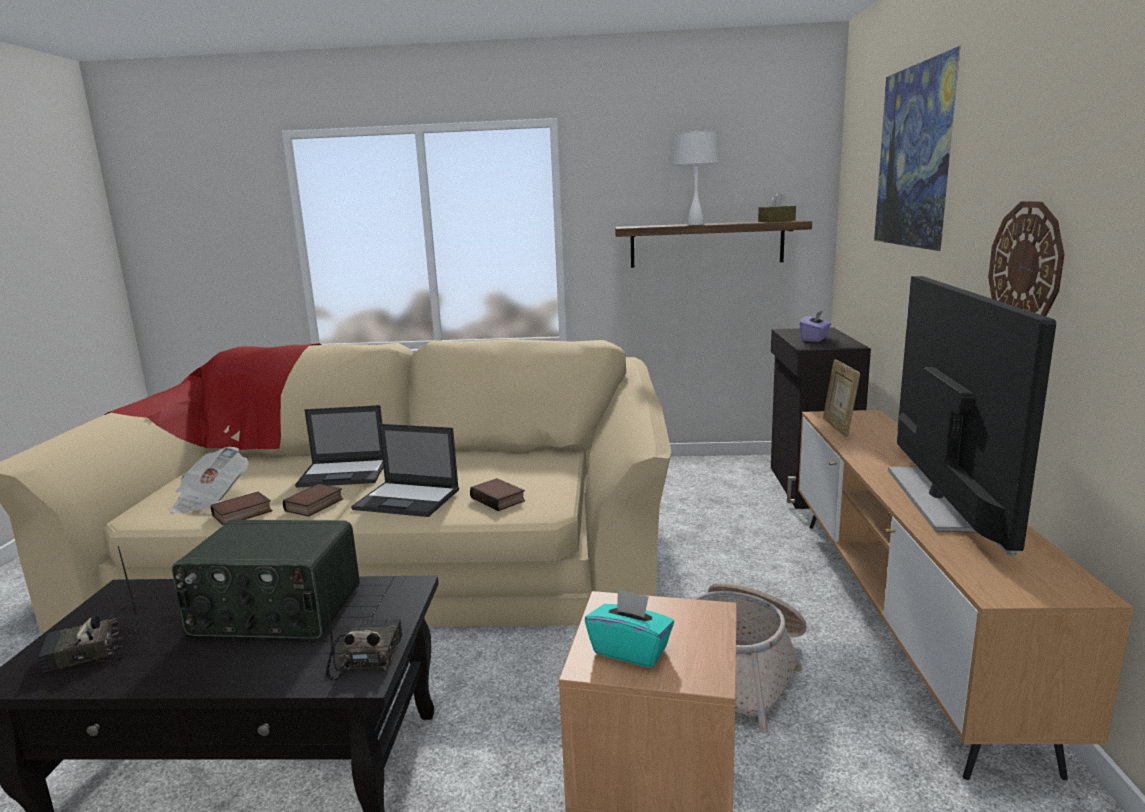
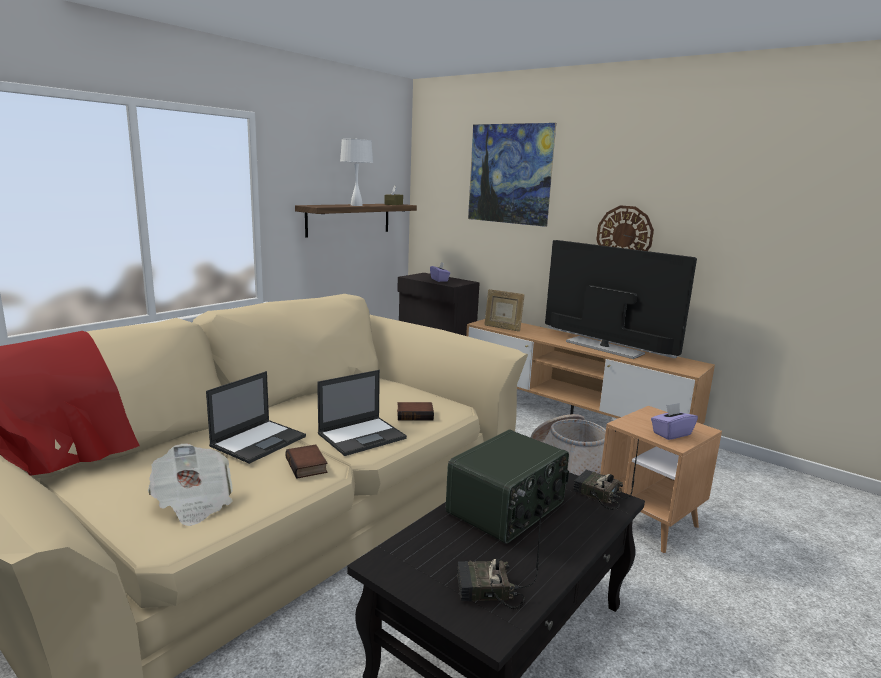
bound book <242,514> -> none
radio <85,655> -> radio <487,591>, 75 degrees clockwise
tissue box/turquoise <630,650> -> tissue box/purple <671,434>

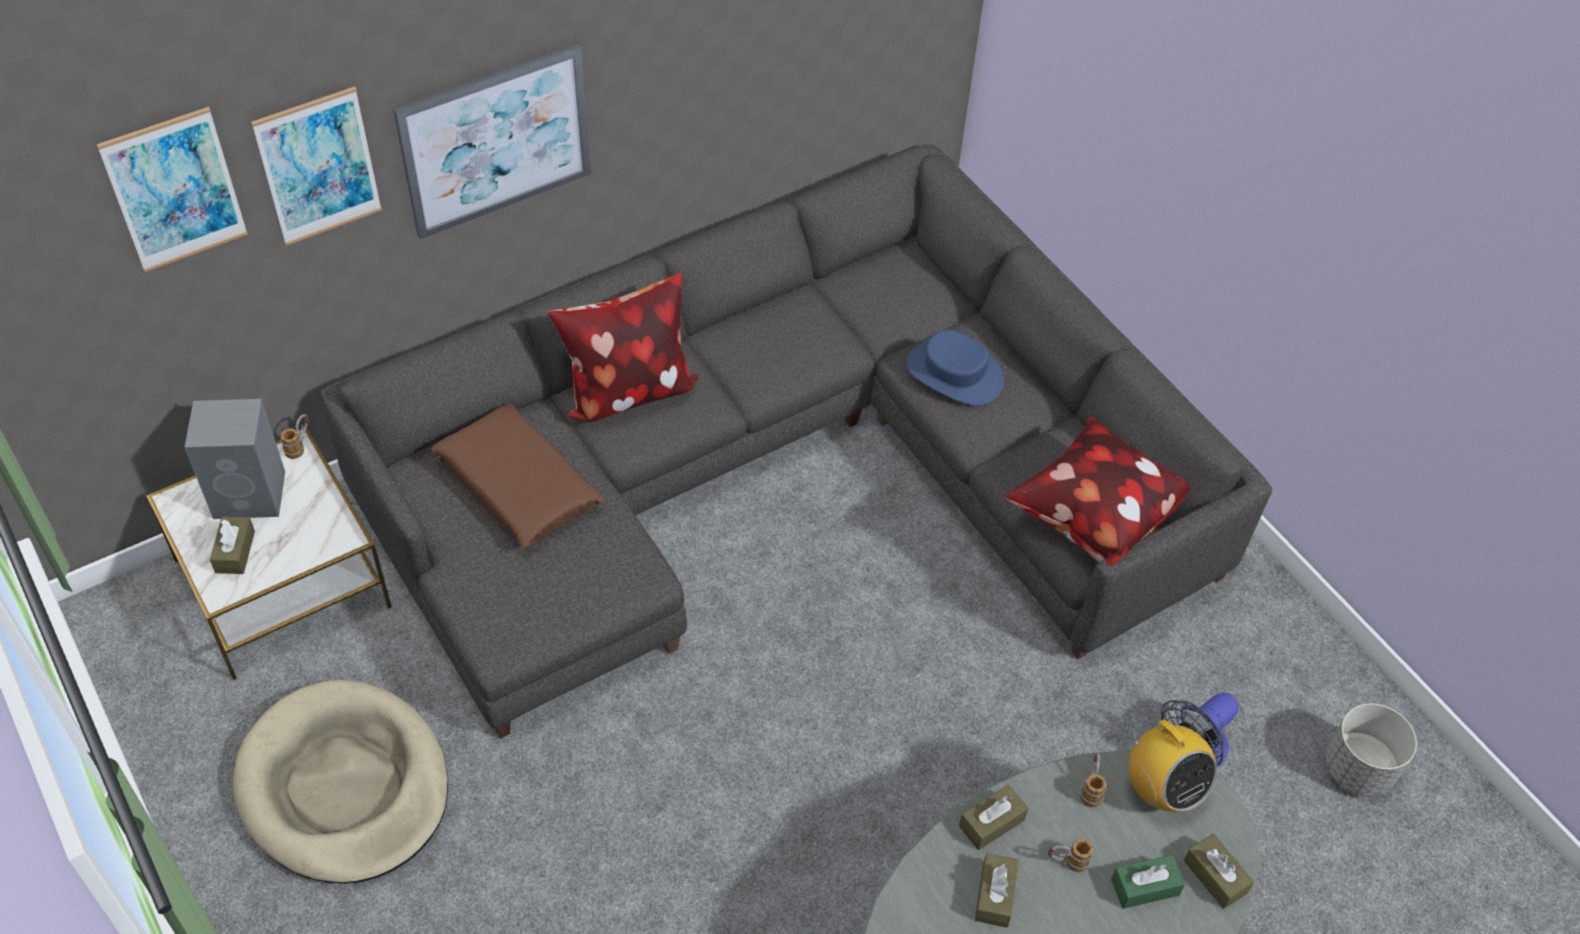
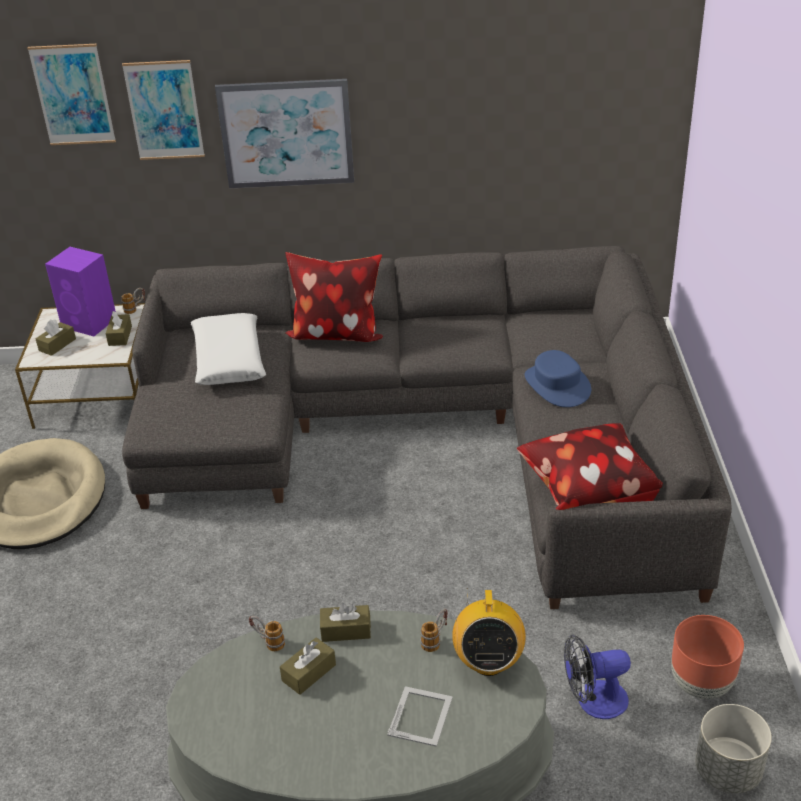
loudspeaker/greyish <251,495> -> loudspeaker/purple <90,323>
throw pillow/brownish <518,486> -> throw pillow/whitish <228,359>
tissue box/brownish <1215,876> -> tissue box/brownish <120,336>, relocated
coffee mug <1066,862> -> coffee mug <268,642>, relocated
tissue box/green <1145,887> -> standing frame <421,715>
none -> plant pot/brownish <700,683>

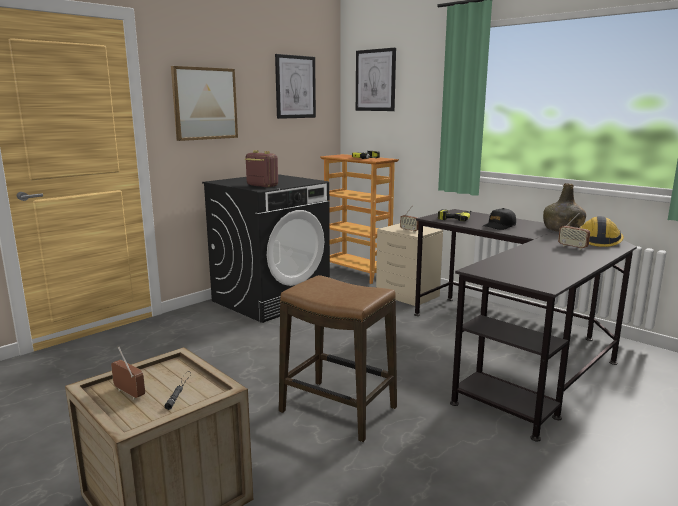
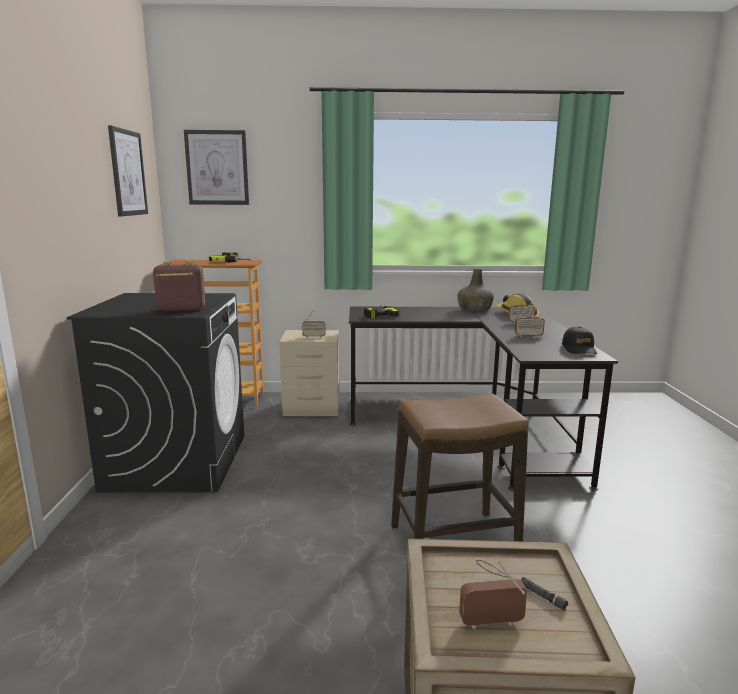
picture <204,103> -> none
baseball cap/black-coloured <499,226> -> baseball cap/black-coloured <579,349>, relocated
none -> radio <528,336>

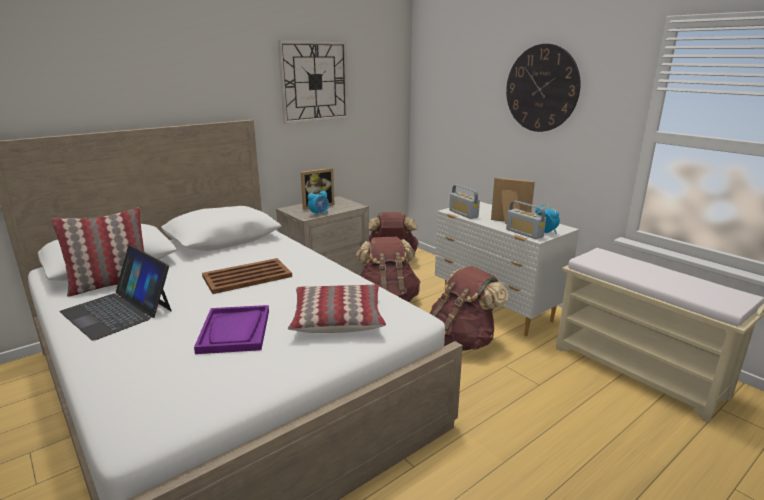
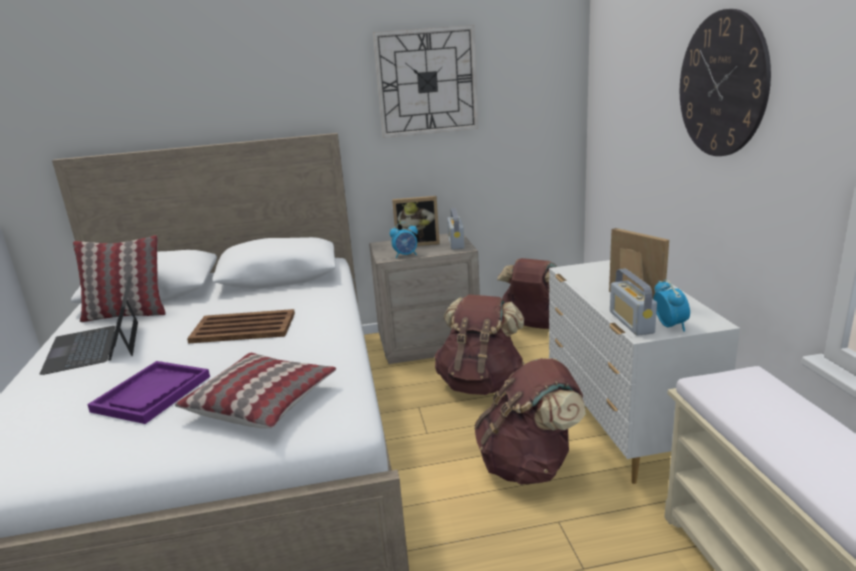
radio <463,214> -> radio <456,243>, relocated

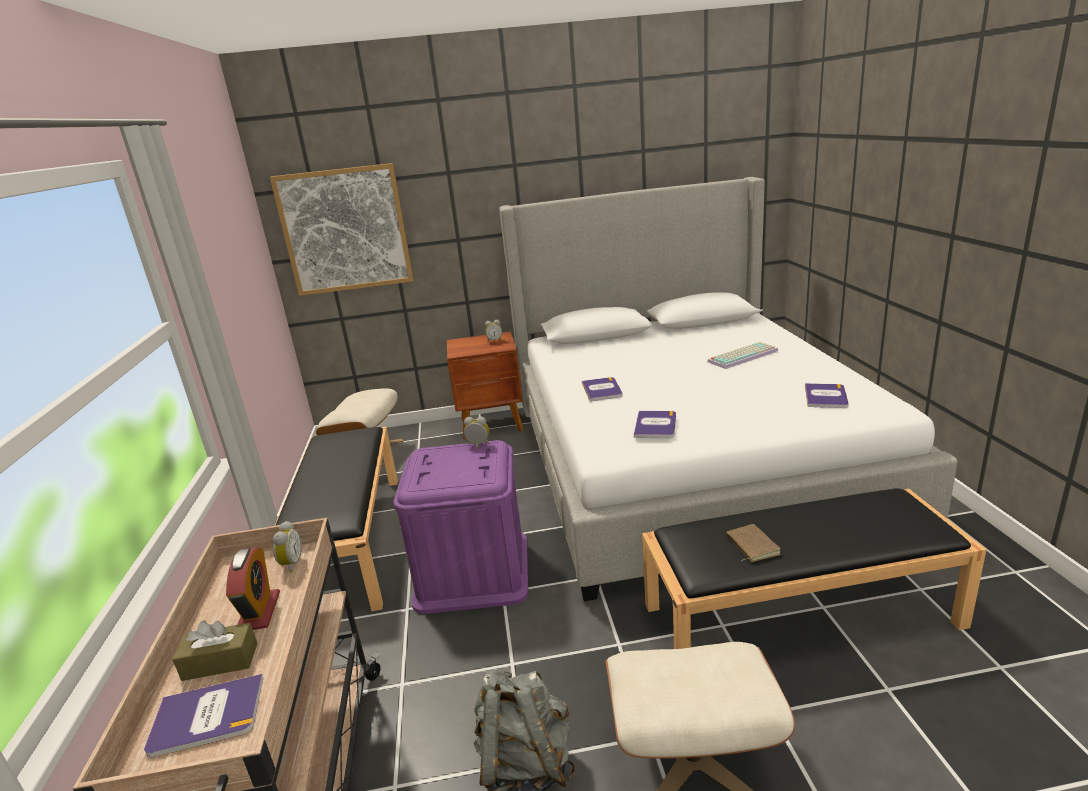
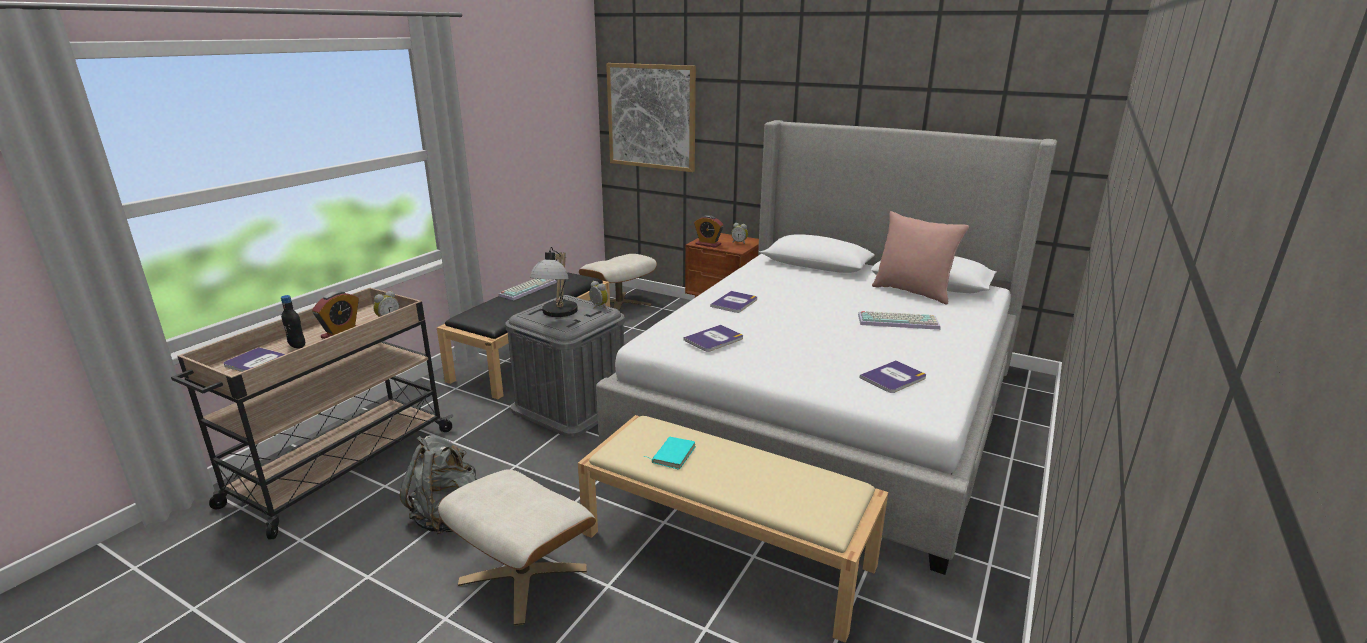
storage container/purple <473,571> -> storage container/greyish <571,405>
bench/black-coloured <800,614> -> bench/sand-coloured <727,549>
bound book/brownish <751,546> -> bound book/turquoise <672,454>
tissue box/brownish <220,662> -> bottle/black-coloured <297,346>
none -> throw pillow/pink <912,292>
none -> bedside clock <708,244>
none -> tabletop lamp <557,314>
none -> PC keyboard <528,288>

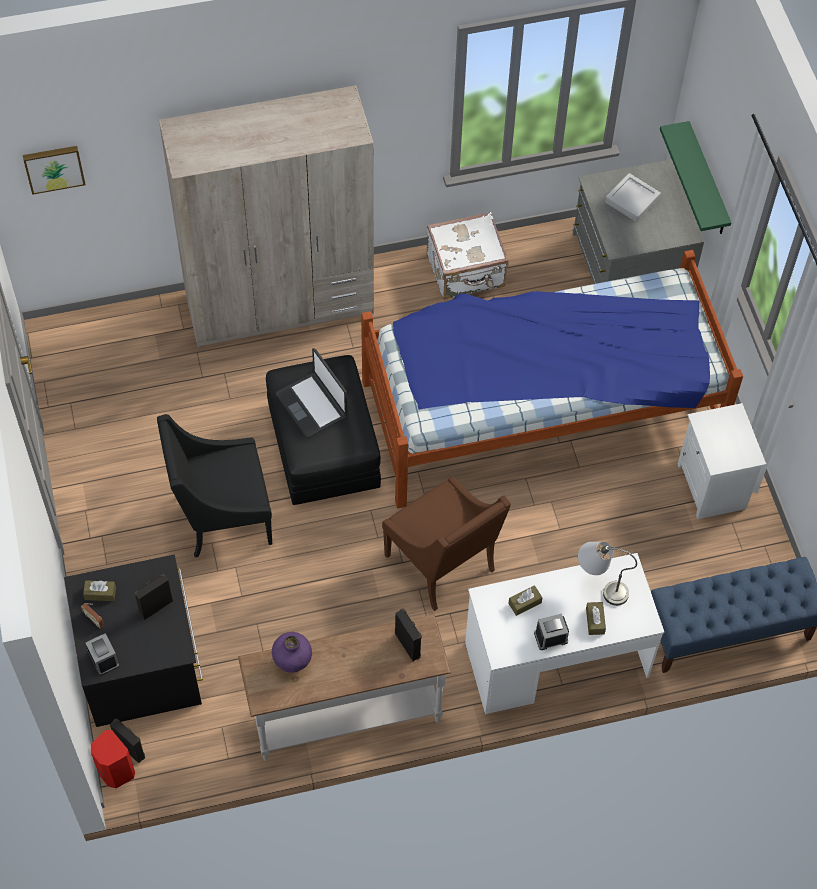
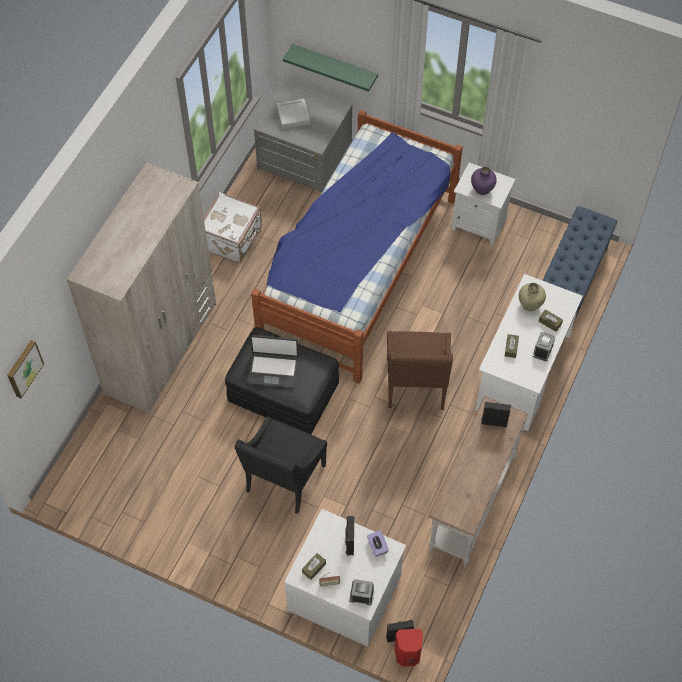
lounge chair/brownish <443,565> -> lounge chair/brownish <416,386>, 90 degrees clockwise
tabletop lamp/greyish <600,585> -> flower vase/sand-coloured <530,305>
drawer chest/black-coloured <142,662> -> drawer chest/whitish <345,591>
flower vase/purple <292,662> -> flower vase/purple <482,190>, relocated
none -> tissue box/purple <377,547>

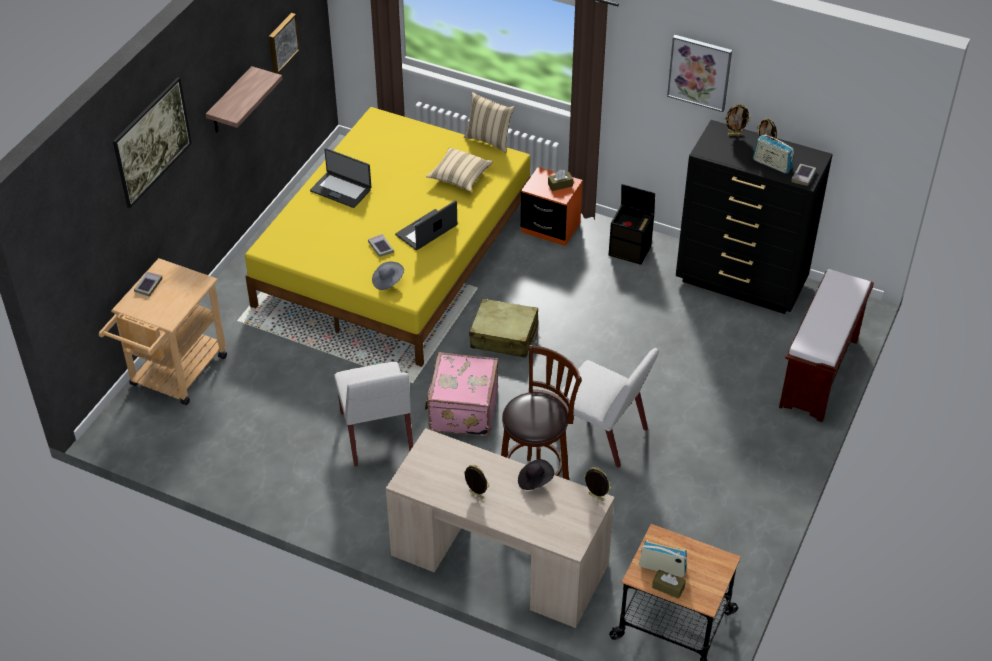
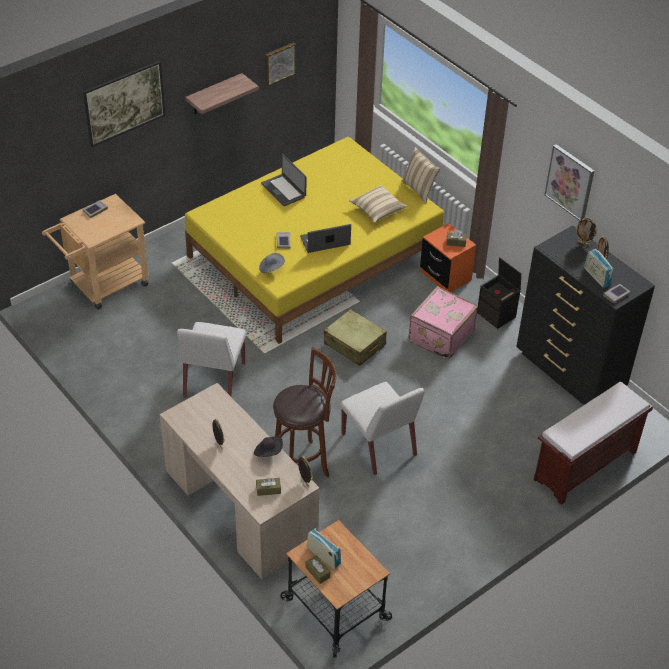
travel case/pink <462,410> -> travel case/pink <440,336>, relocated
none -> tissue box/brownish <268,489>

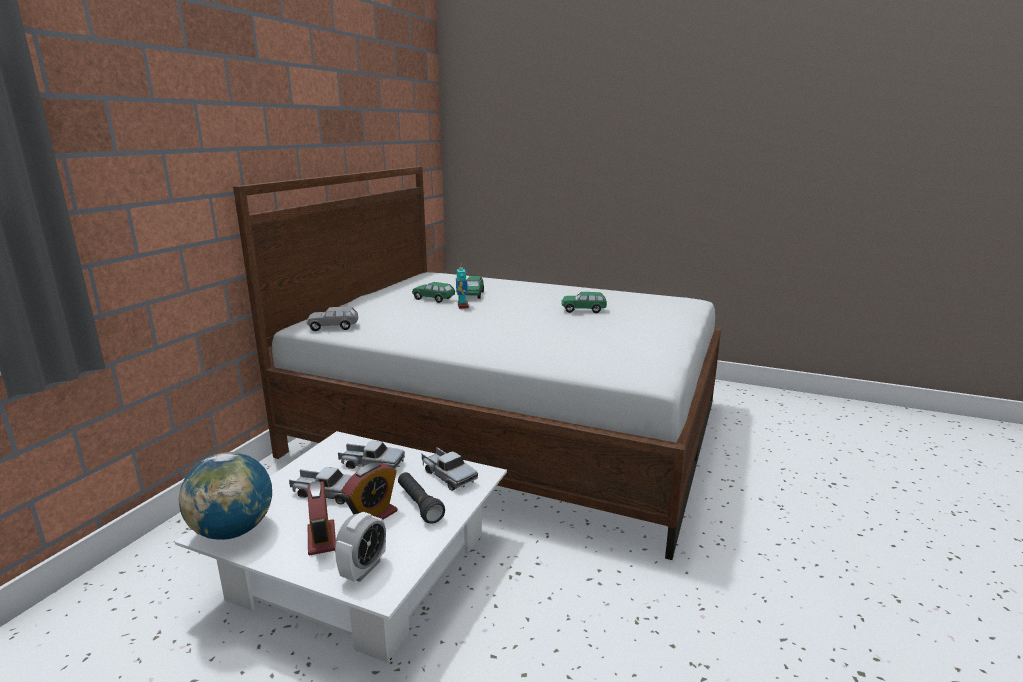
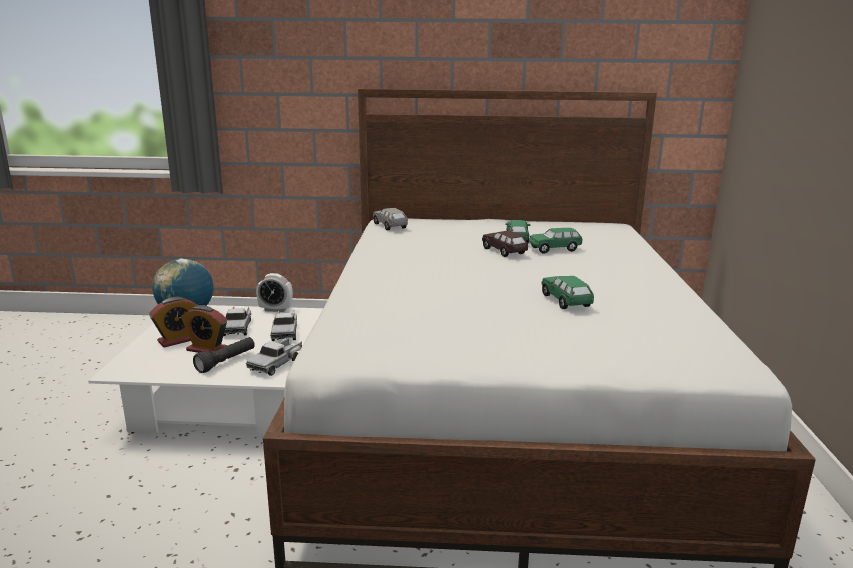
model robot <462,306> -> toy car/brownish <504,251>
bedside clock <363,569> -> bedside clock <275,309>, relocated

